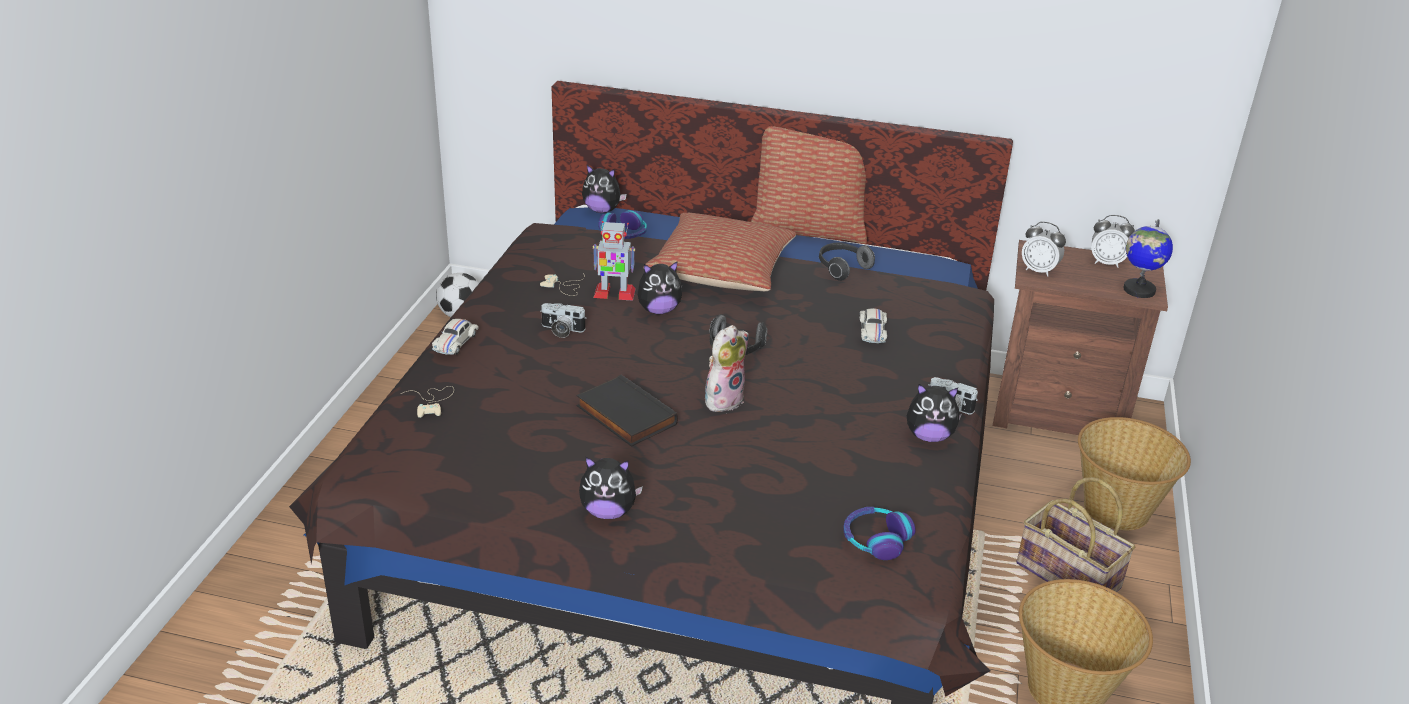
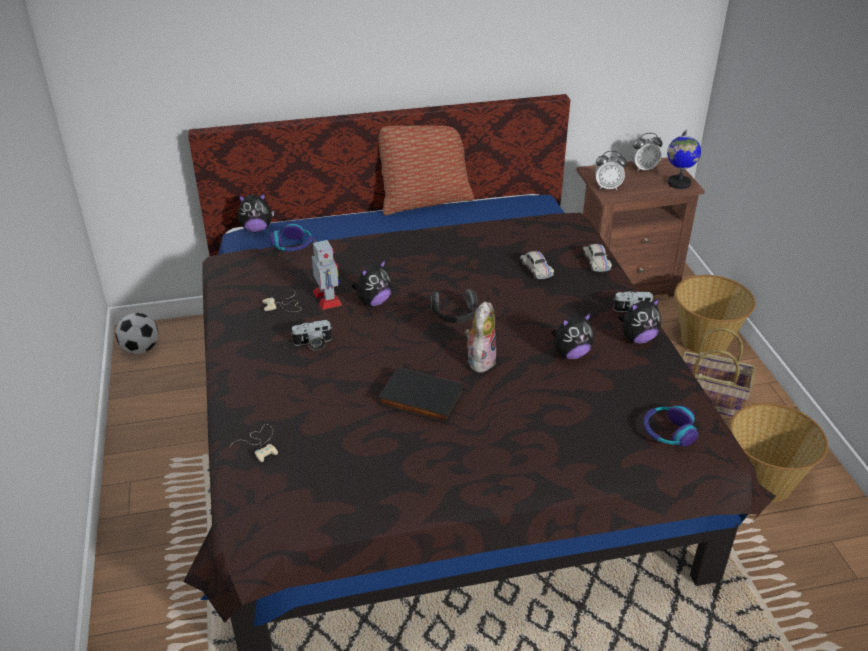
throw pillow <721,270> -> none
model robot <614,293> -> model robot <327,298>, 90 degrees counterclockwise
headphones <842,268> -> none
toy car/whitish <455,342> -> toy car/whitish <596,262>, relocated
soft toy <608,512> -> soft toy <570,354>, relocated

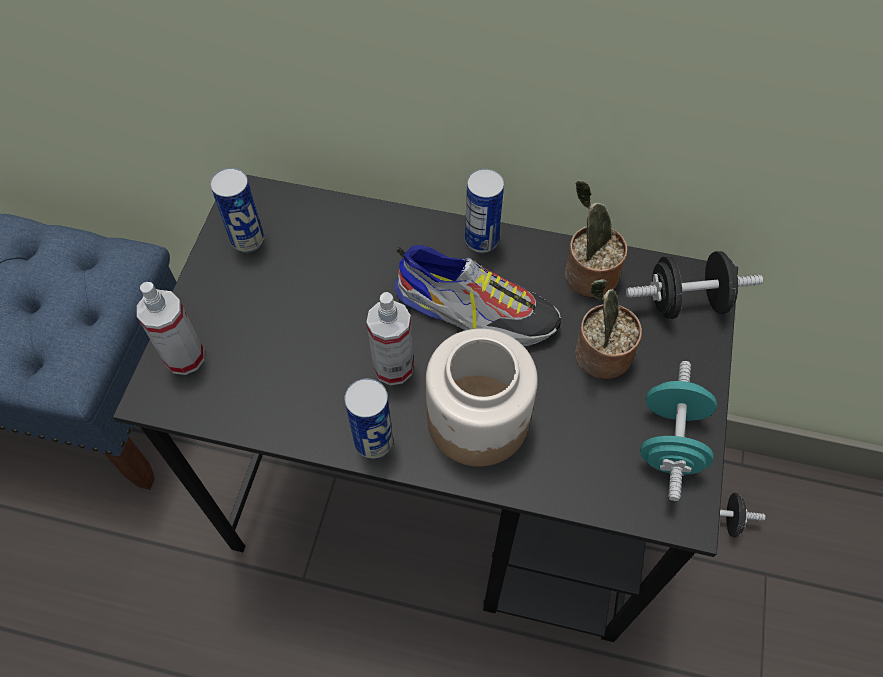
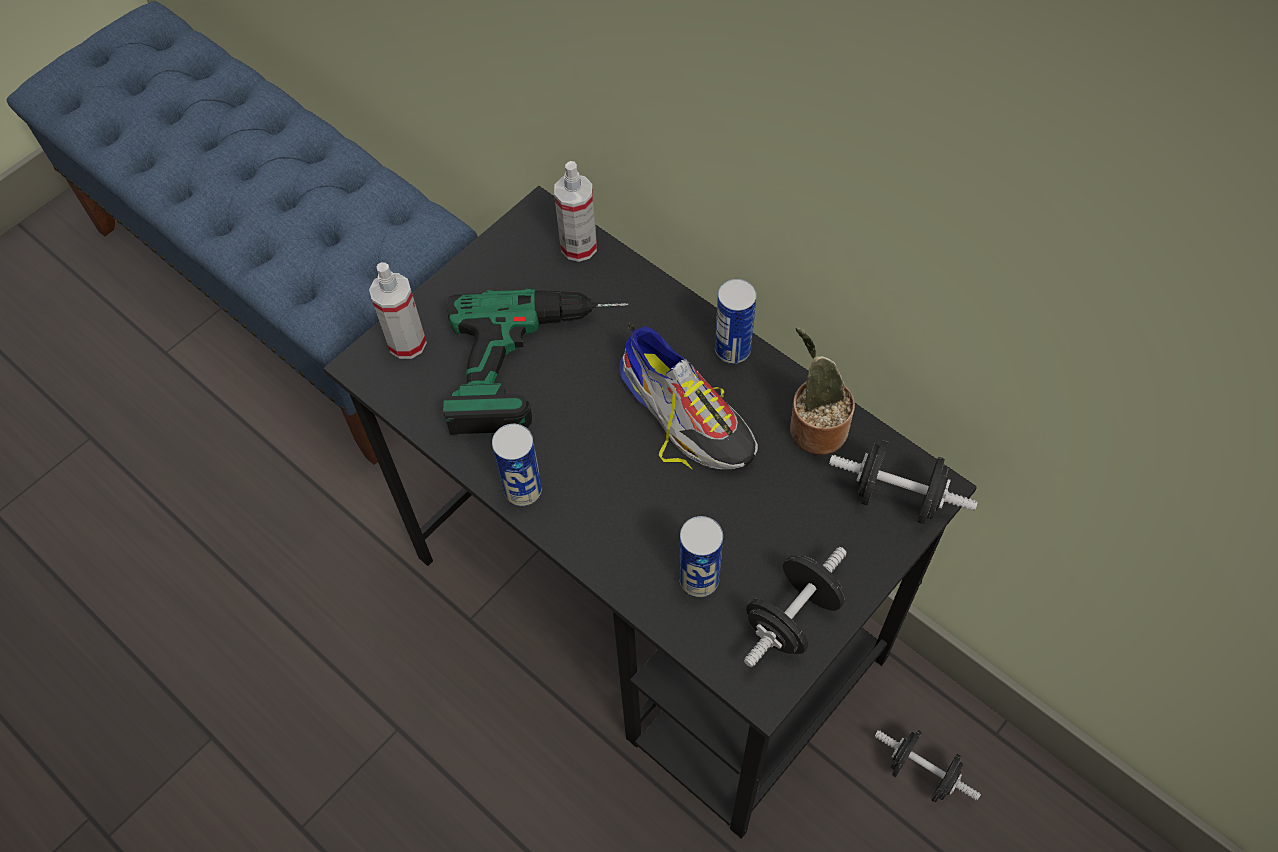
metal can <247,240> -> metal can <699,579>, relocated
plant in a pot <599,356> -> none
hand sprayer <393,367> -> hand sprayer <578,246>, relocated
preserve jar <479,420> -> none
hand weight/turquoise <670,441> -> hand weight/black-coloured <792,618>
none -> electric drill <539,364>

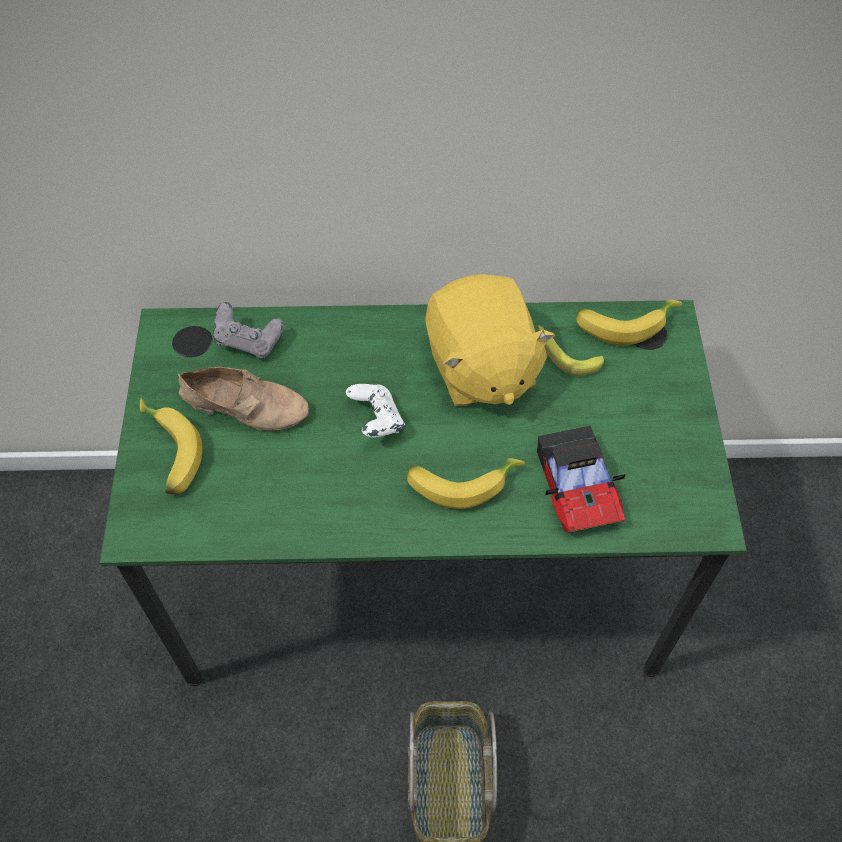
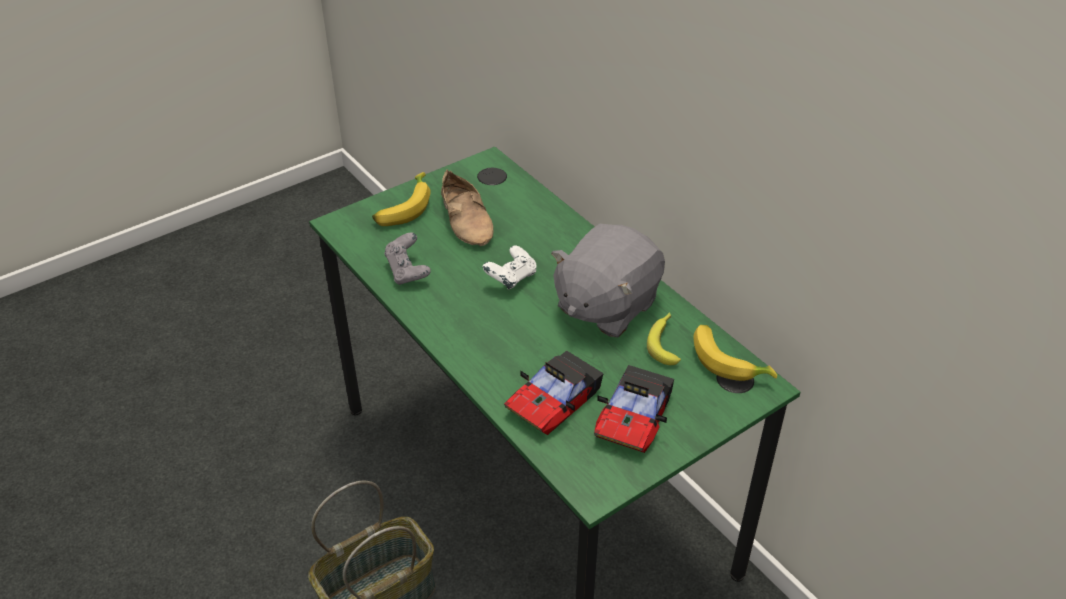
soft toy/yellow-coloured <480,368> -> soft toy/greyish <605,306>
game controller/greyish <249,341> -> game controller/greyish <408,271>, relocated
banana fruit <461,481> -> none
none -> toy car <634,417>

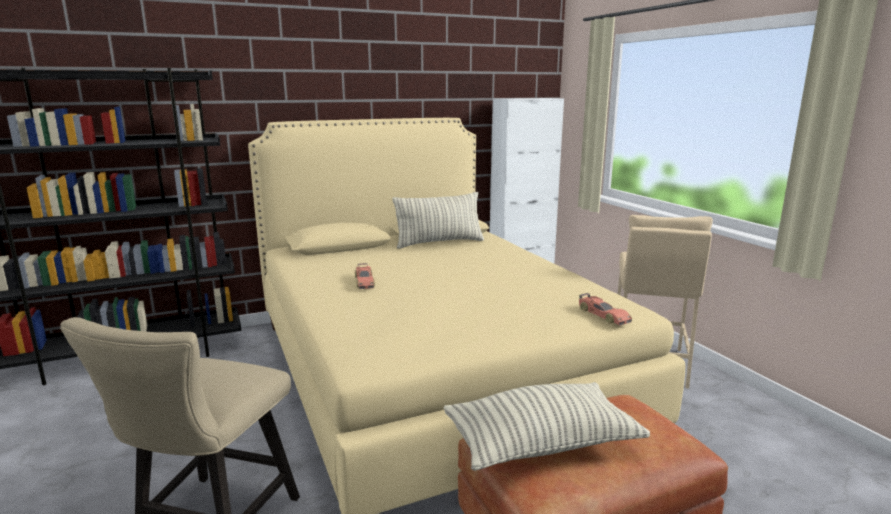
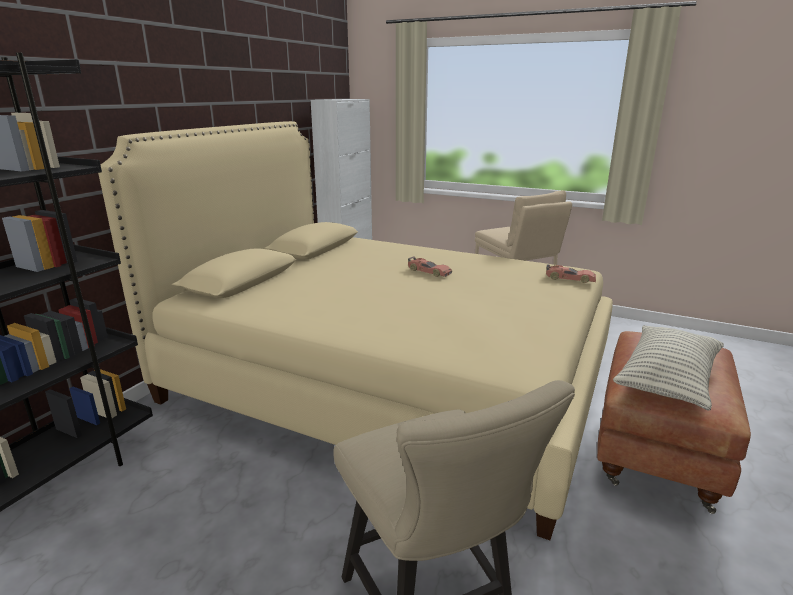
throw pillow <439,243> -> none
toy car <364,282> -> toy car <428,272>, relocated

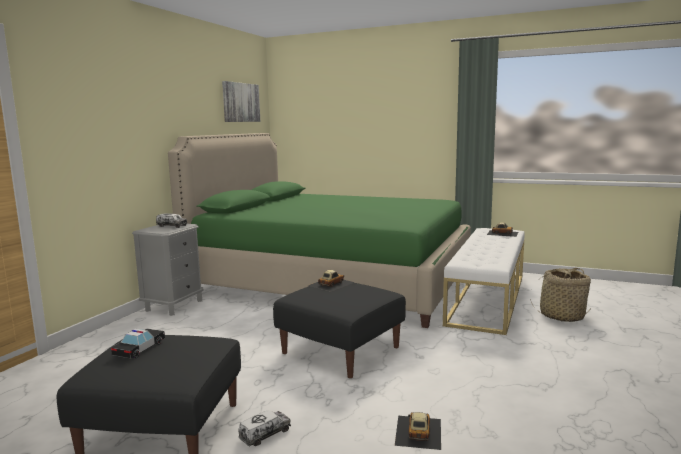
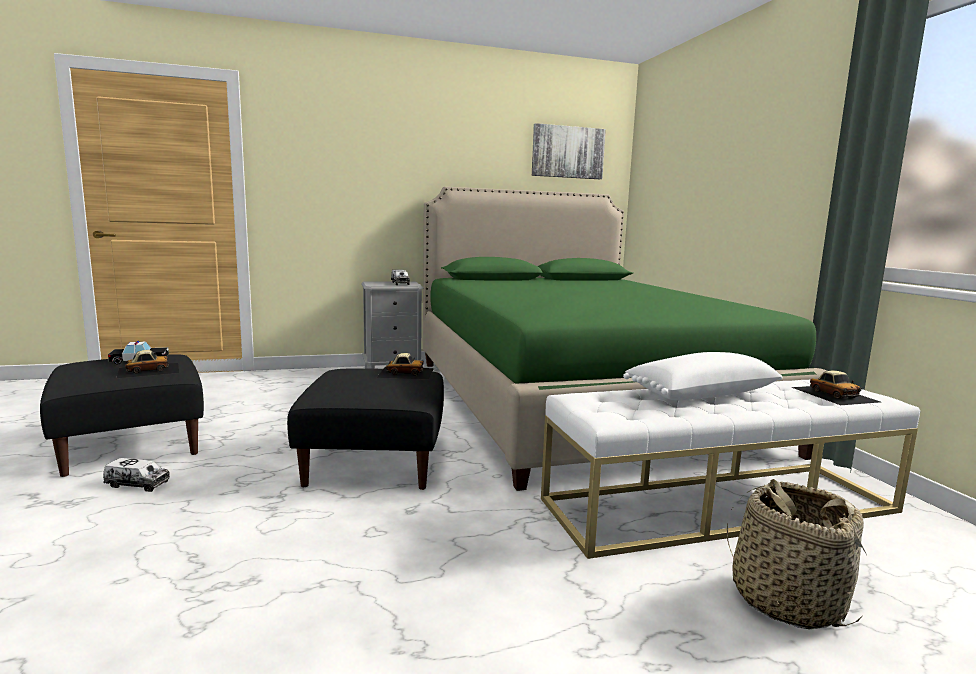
toy car <418,432> -> toy car <148,370>, relocated
none -> throw pillow/whitish <699,394>

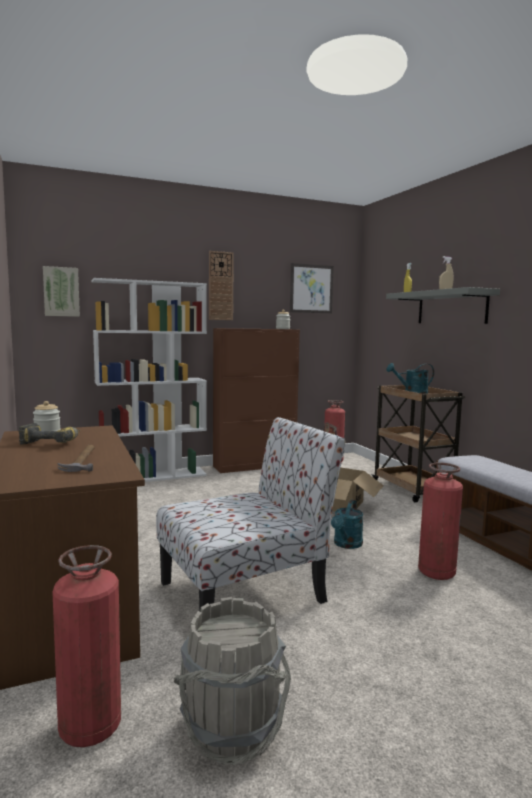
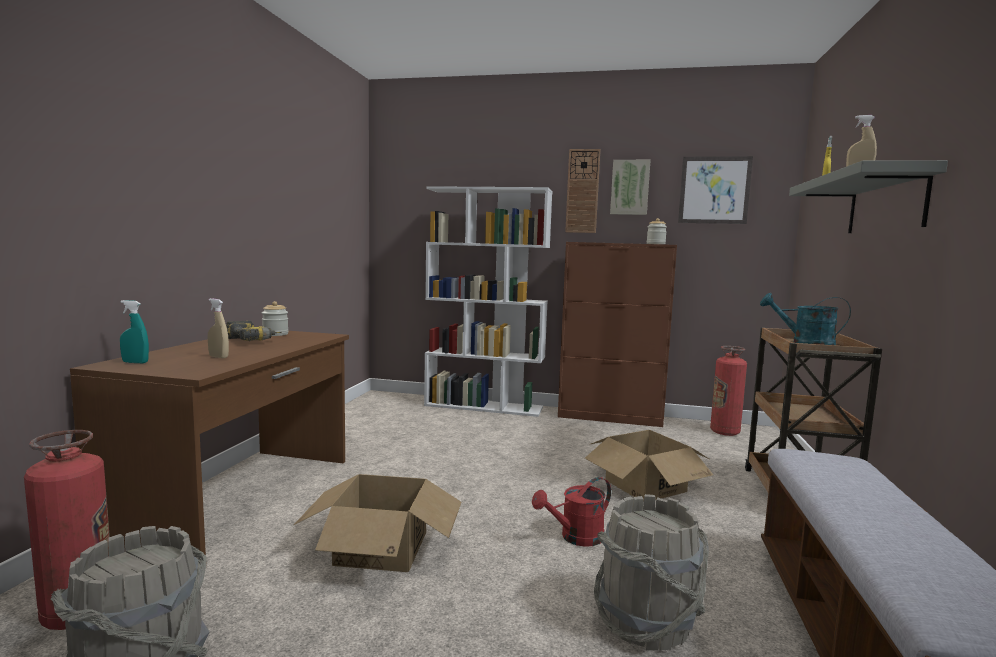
picture <61,292> -> picture <629,187>, relocated
chair <246,591> -> packing box <381,548>
hand hammer <82,460> -> hand sprayer/sand-coloured <218,357>
fire extinguisher <436,573> -> bucket/greyish <646,622>
watering can/turquoise <346,545> -> watering can/red <576,538>
none -> hand sprayer/turquoise <135,362>

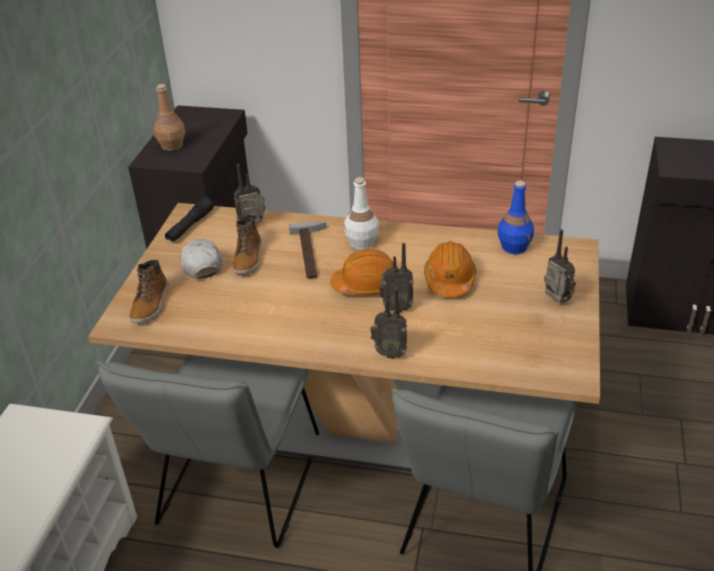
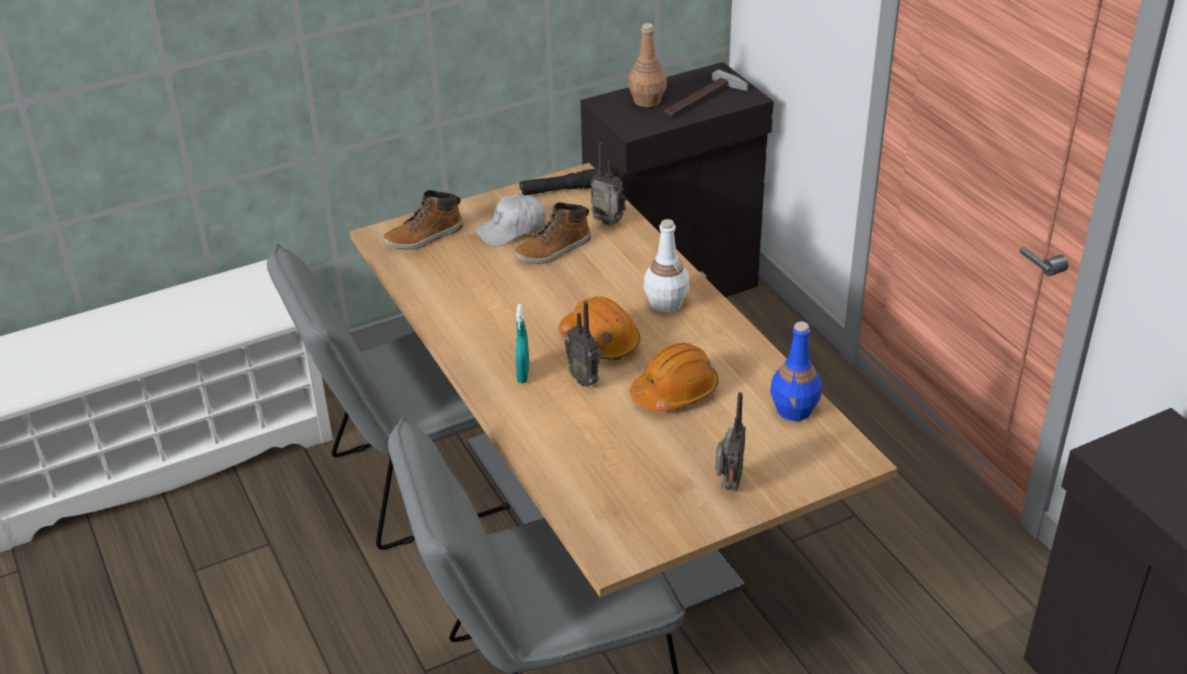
hand hammer <312,252> -> hand hammer <703,100>, relocated
baseball cap/whitish <201,264> -> baseball cap/whitish <512,229>, 150 degrees counterclockwise
radio <389,353> -> none
none -> hand sprayer/turquoise <523,375>

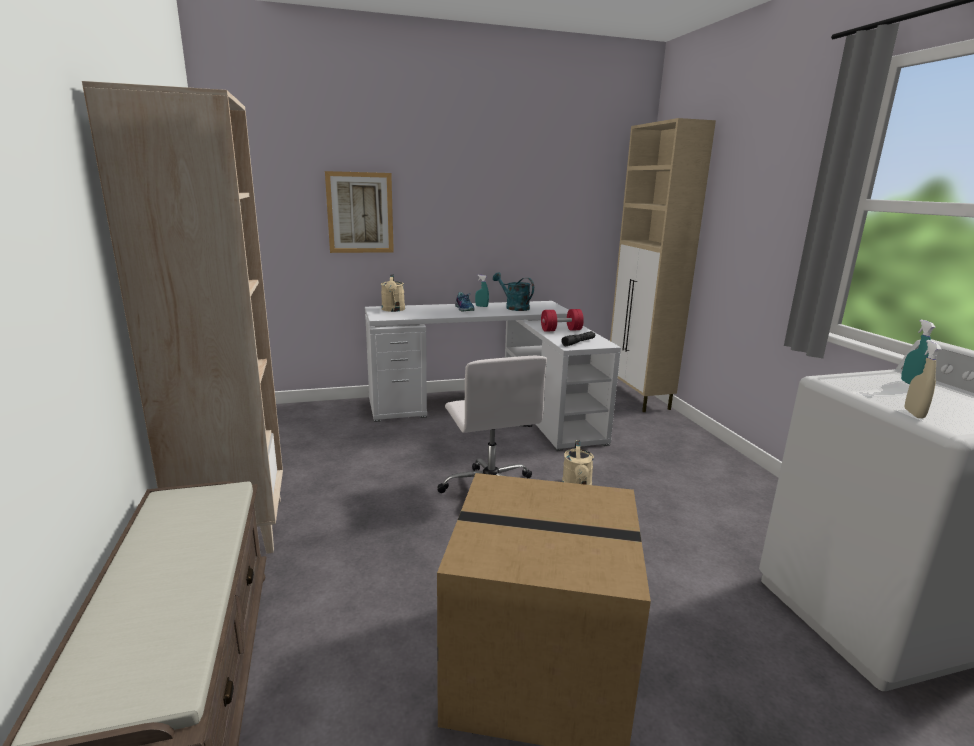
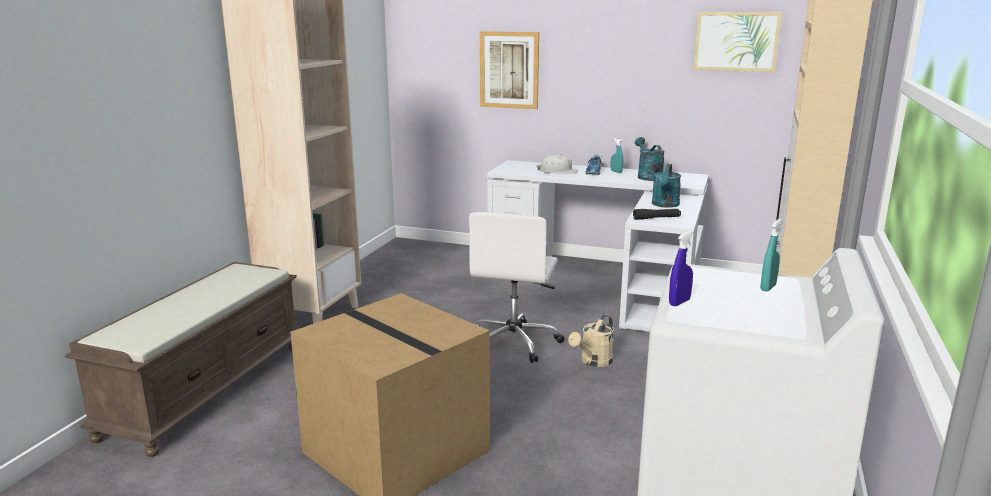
watering can/sand-coloured <393,310> -> none
hand weight/red <561,330> -> watering can/turquoise <664,205>
hand sprayer/sand-coloured <914,413> -> hand sprayer/blue-coloured <679,302>
none -> picture <736,41>
none -> hard hat/whitish <557,171>

